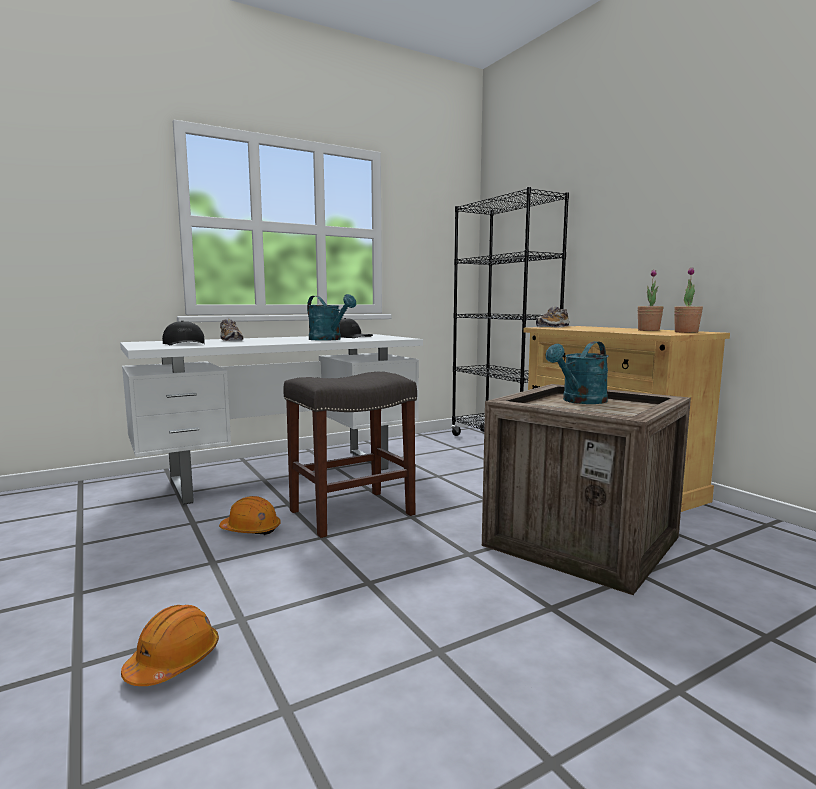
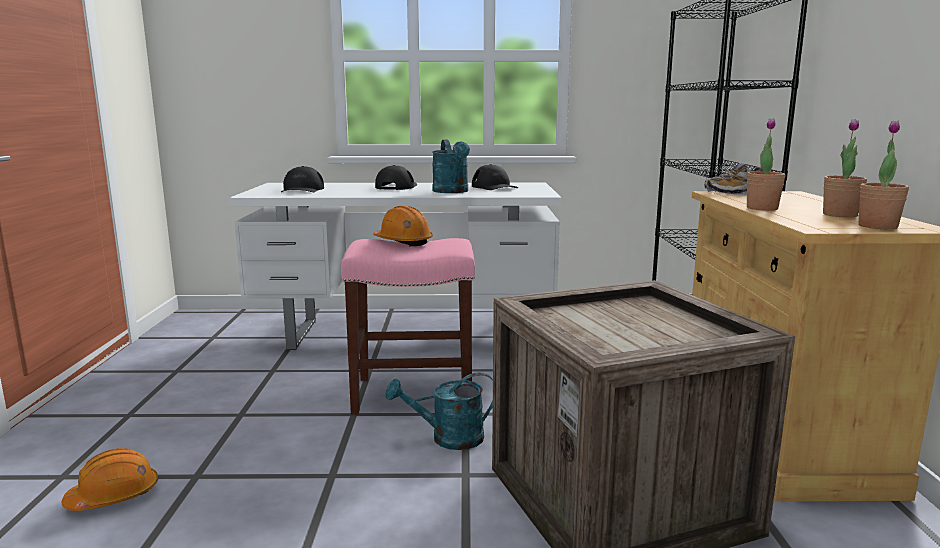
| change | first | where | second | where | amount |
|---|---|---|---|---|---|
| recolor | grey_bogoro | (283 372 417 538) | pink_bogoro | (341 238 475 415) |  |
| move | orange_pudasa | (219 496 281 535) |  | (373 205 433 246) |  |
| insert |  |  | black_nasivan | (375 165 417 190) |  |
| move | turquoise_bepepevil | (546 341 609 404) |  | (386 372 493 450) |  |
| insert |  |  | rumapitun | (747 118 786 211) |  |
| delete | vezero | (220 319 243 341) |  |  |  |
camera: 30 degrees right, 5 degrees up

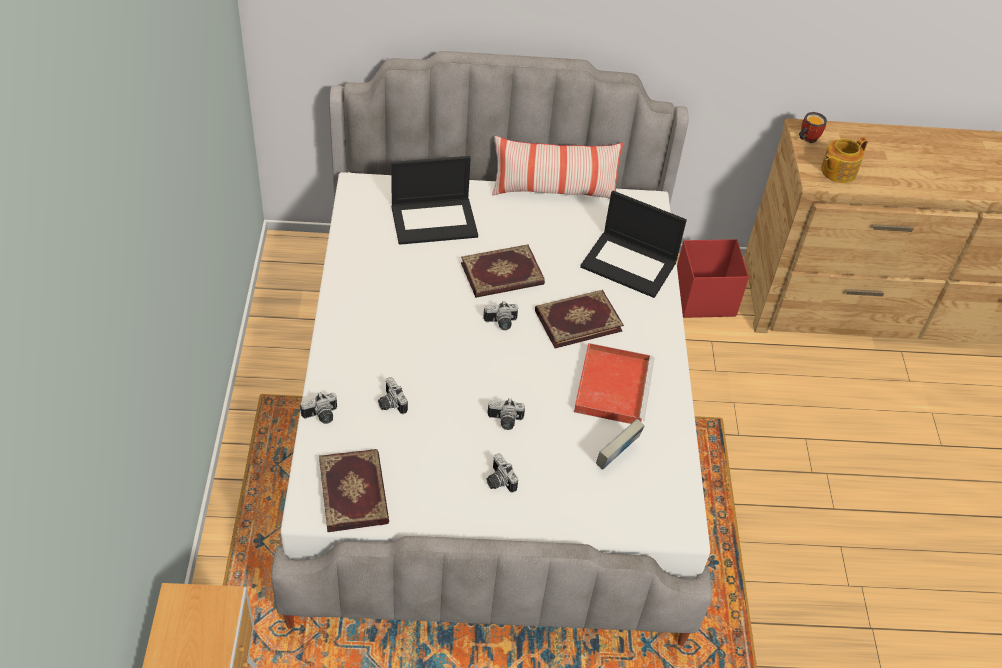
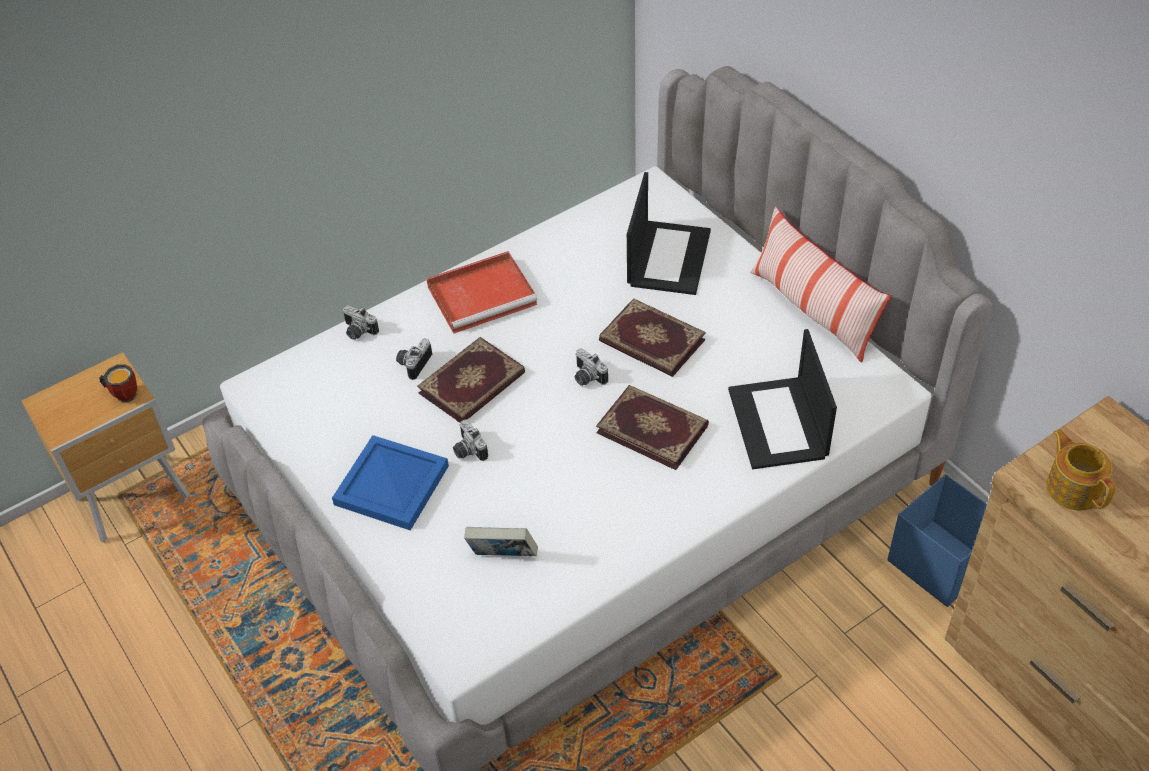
| change | first | where | second | where | amount |
|---|---|---|---|---|---|
| move | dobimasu | (799 112 827 143) |  | (99 364 137 403) |  |
| replace | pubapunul | (487 453 518 493) | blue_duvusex | (332 435 449 531) |  |
| move | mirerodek | (319 449 389 532) |  | (417 337 525 423) |  |
| move | red_duvusex | (574 343 654 424) |  | (426 251 537 334) |  |
| rotate | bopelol | (391 156 478 245) |  | (627 172 711 295) | 120 degrees counterclockwise |
| recolor | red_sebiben | (677 239 749 318) | blue_sebiben | (888 474 987 607) |  |
| rotate | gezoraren | (821 137 868 183) |  | (1046 429 1116 510) | 45 degrees clockwise |
camera: 60 degrees right, 0 degrees up

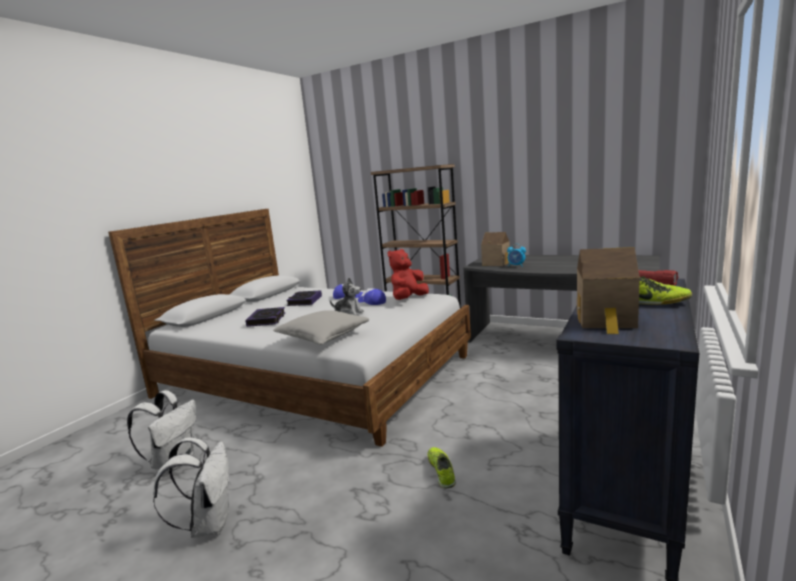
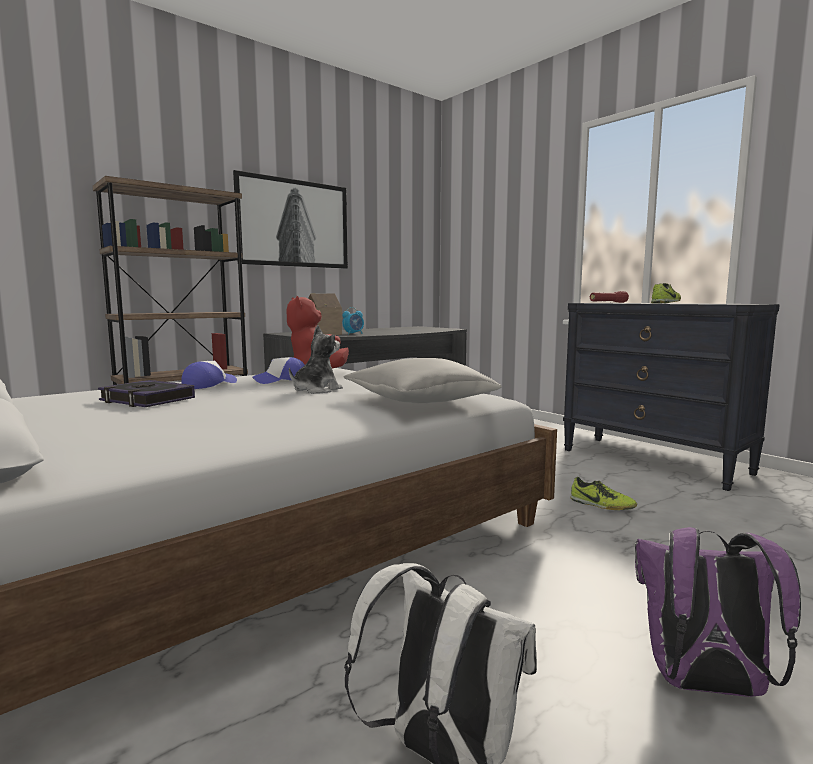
| change | first | where | second | where | amount |
|---|---|---|---|---|---|
| insert |  |  | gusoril | (233 170 348 268) |  |
| rotate | vezero | (428 447 456 488) |  | (571 477 637 510) | 150 degrees counterclockwise |
| recolor | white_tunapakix | (153 437 231 538) | purple_tunapakix | (635 527 801 697) |  |
| delete | mirerodek | (245 307 286 327) |  |  |  |
| delete | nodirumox | (577 247 640 334) |  |  |  |
camera: 70 degrees left, 5 degrees down

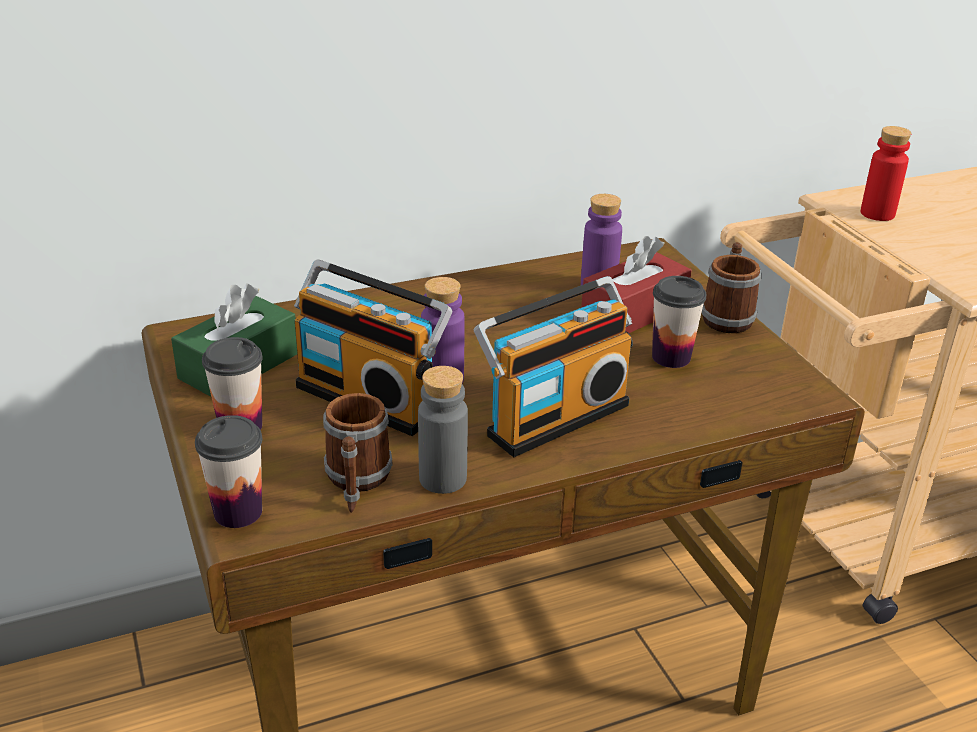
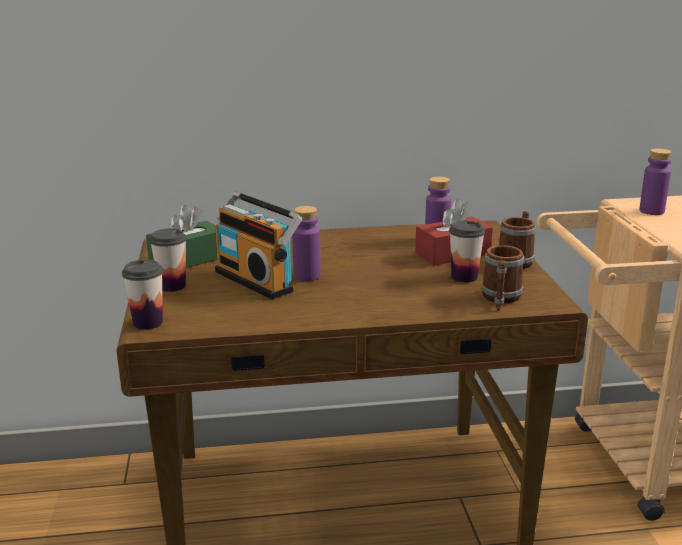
| change | first | where | second | where | amount |
|---|---|---|---|---|---|
| move | dobimasu | (323 393 392 513) |  | (481 245 525 311) |  |
| recolor | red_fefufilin | (860 126 912 221) | purple_fefufilin | (639 148 671 215) |  |
| delete | grey_fefufilin | (418 366 468 494) |  |  |  |
| delete | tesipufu | (474 276 633 457) |  |  |  |
camera: 15 degrees right, 10 degrees down

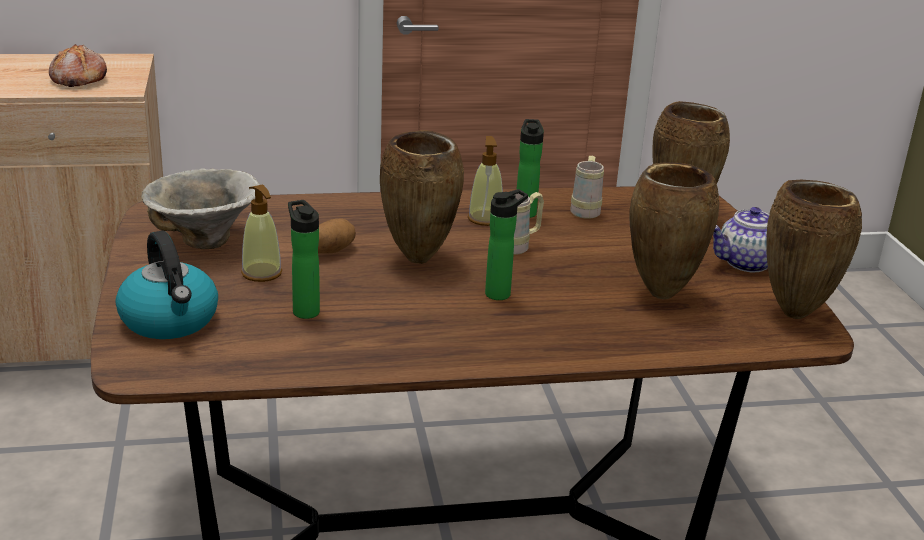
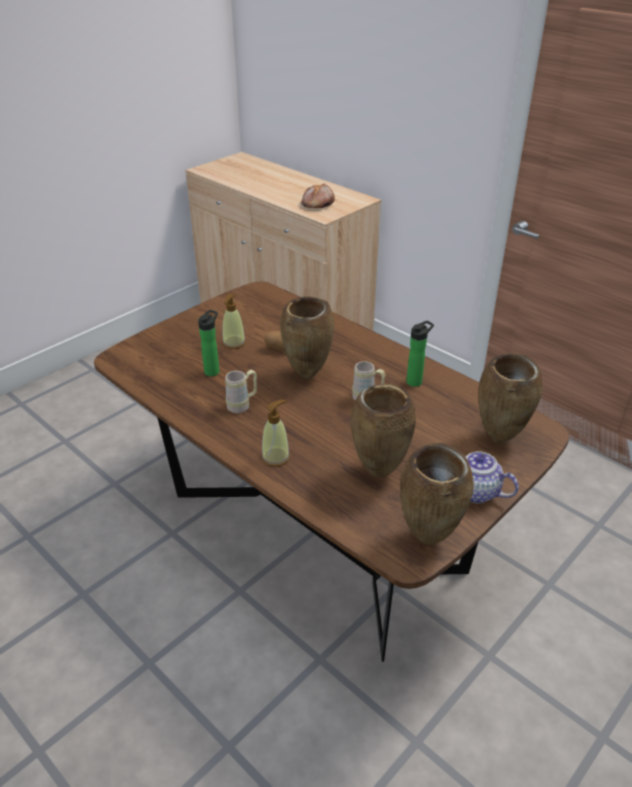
| change | first | where | second | where | amount |
|---|---|---|---|---|---|
| move | beige_dobimasu | (570 156 604 219) |  | (225 370 257 413) |  |
| move | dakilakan | (468 136 503 226) |  | (261 400 290 467) |  |
| delete | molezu | (116 231 218 339) |  |  |  |
| delete | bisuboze | (141 169 260 249) |  |  |  |
| delete | fefufilin | (485 189 528 300) |  |  |  |
camera: 55 degrees right, 10 degrees up

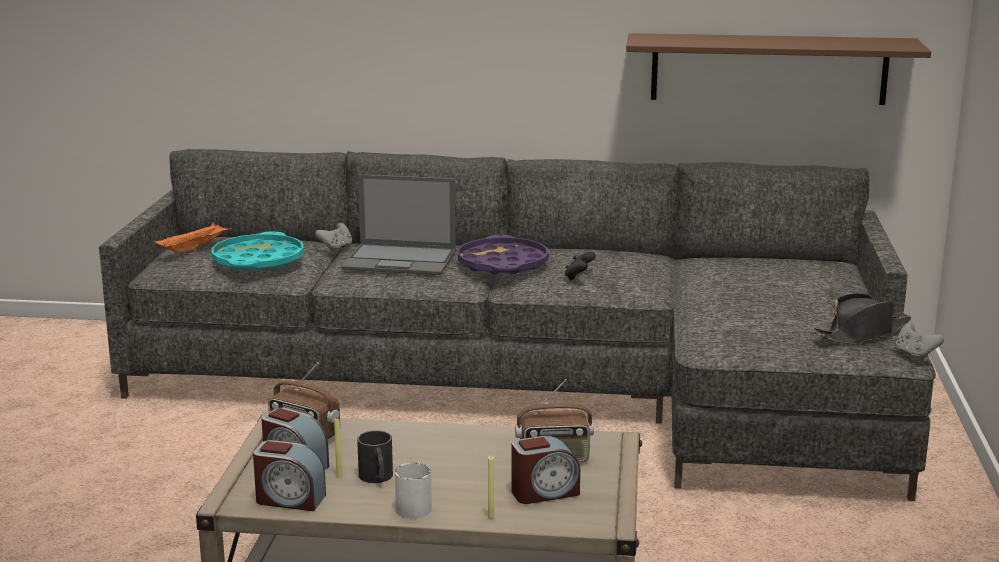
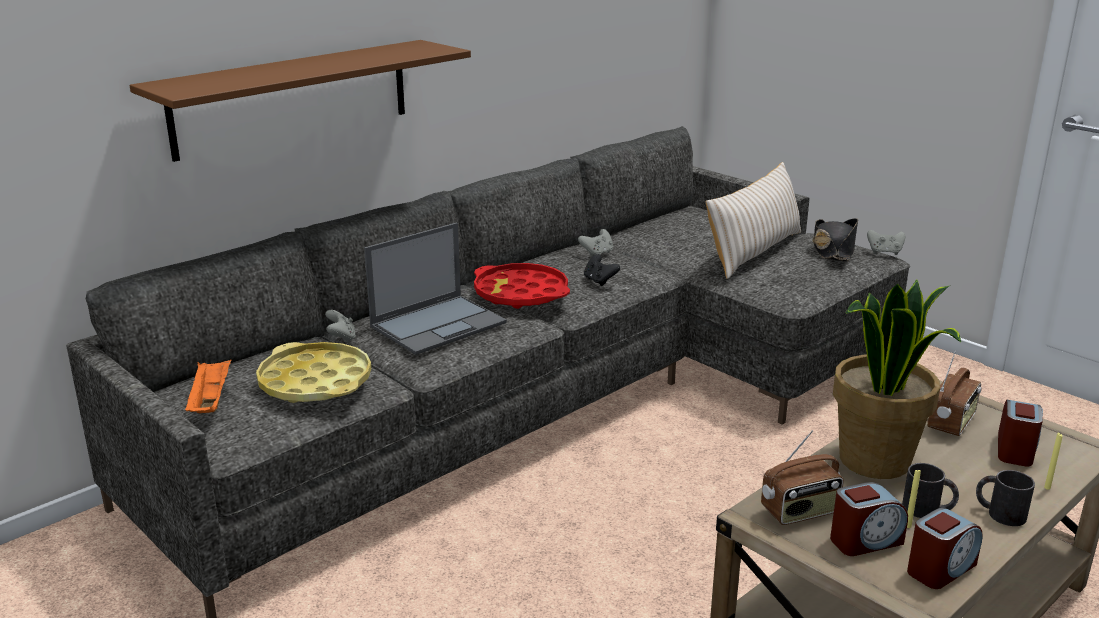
| change | first | where | second | where | amount |
|---|---|---|---|---|---|
| move | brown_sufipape | (626 33 931 105) |  | (129 40 471 162) |  |
| recolor | turquoise_duvusex | (212 231 304 271) | yellow_duvusex | (256 342 371 403) |  |
| recolor | purple_duvusex | (458 235 549 274) | red_duvusex | (474 263 570 309) |  |
| insert |  |  | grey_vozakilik | (578 229 613 257) |  |
| insert |  |  | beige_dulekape | (706 162 801 279) |  |
| insert |  |  | rumapitun | (833 279 961 479) |  |
| recolor | white_dobimasu | (395 463 432 519) | black_dobimasu | (976 470 1035 526) |  |
camera: 50 degrees left, 5 degrees up

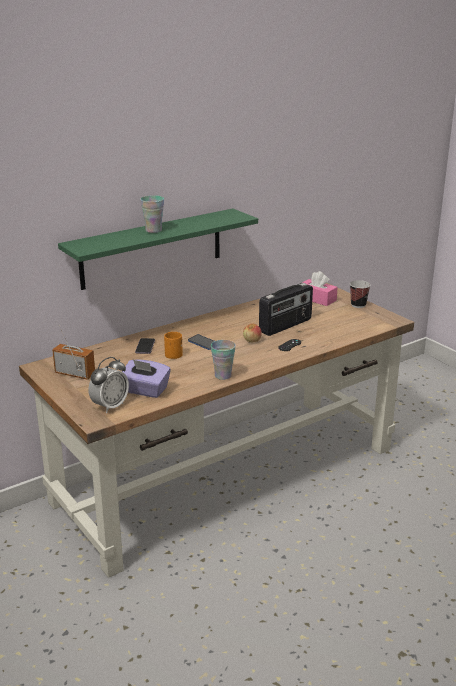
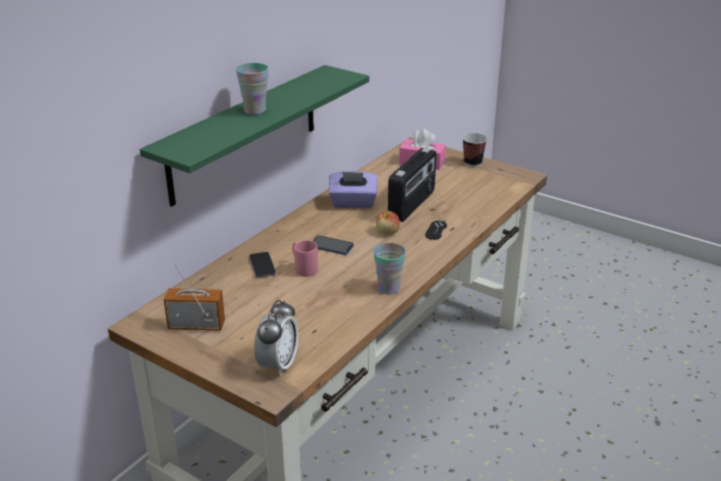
| change | first | where | second | where | amount |
|---|---|---|---|---|---|
| recolor | orange_dobimasu | (164 332 183 359) | pink_dobimasu | (293 240 318 277) |  |
| move | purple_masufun | (122 359 171 398) |  | (329 171 378 208) |  |
camera: 20 degrees left, 5 degrees up

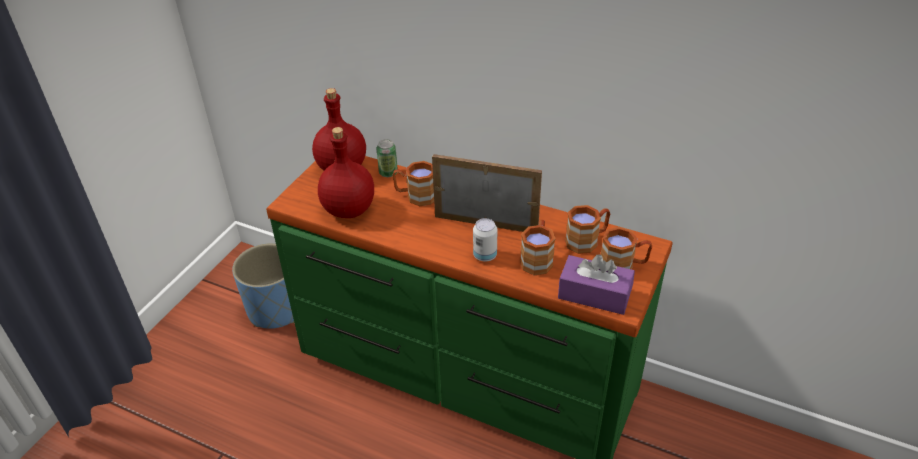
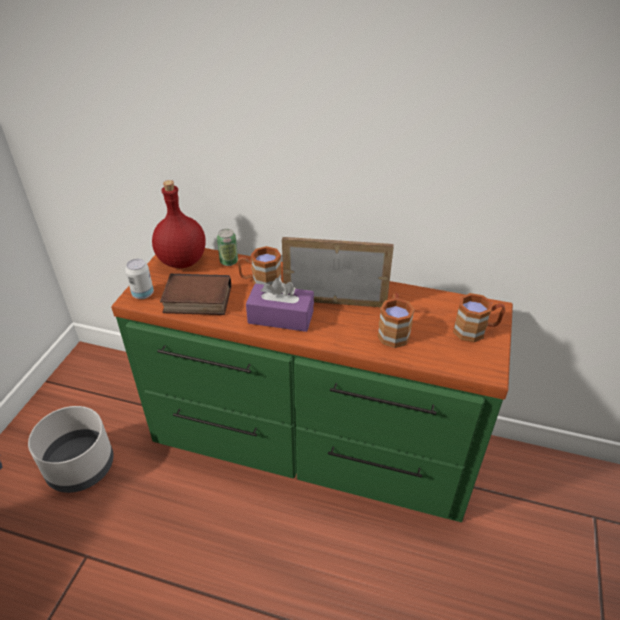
| change | first | where | second | where | amount |
|---|---|---|---|---|---|
| insert |  |  | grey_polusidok | (28 406 113 493) |  |
| move | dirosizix | (473 218 497 262) |  | (125 259 154 299) |  |
| replace | red_fefufilin | (318 127 374 218) | mirerodek | (160 274 231 315) |  |
| move | purple_masufun | (558 254 635 315) |  | (246 278 314 332) |  |
| delete | blue_polusidok | (232 243 294 329) |  |  |  |
| delete | brown_dobimasu | (565 205 610 254) |  |  |  |
camera: 10 degrees left, 0 degrees up

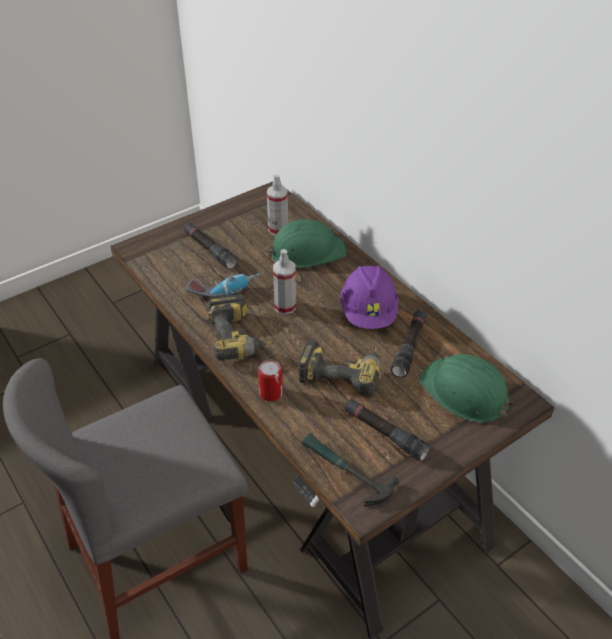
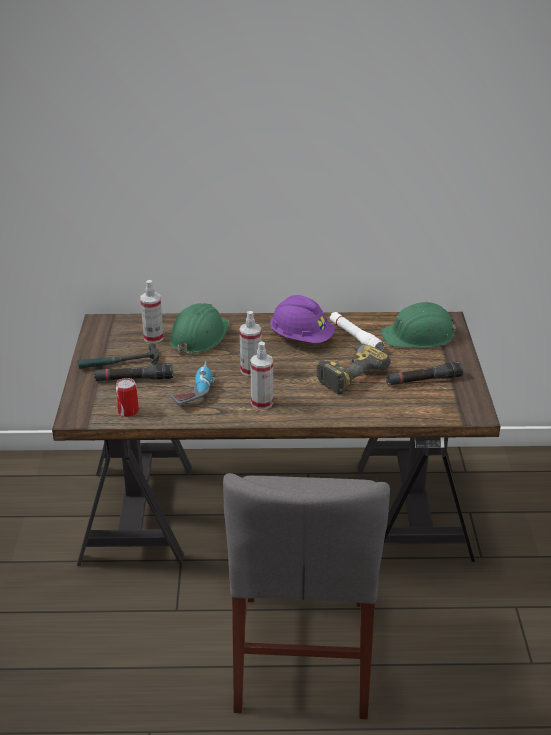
| change | first | where | second | where | amount |
|---|---|---|---|---|---|
| move | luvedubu | (302 433 399 506) |  | (78 343 159 369) |  |
| move | dirosizix | (258 360 283 401) |  | (115 378 139 417) |  |
| replace | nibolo | (208 294 275 361) | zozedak | (250 341 273 410) |  |
| recolor | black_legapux | (391 310 426 377) | white_legapux | (330 312 384 351) |  |
camera: 55 degrees left, 10 degrees down

